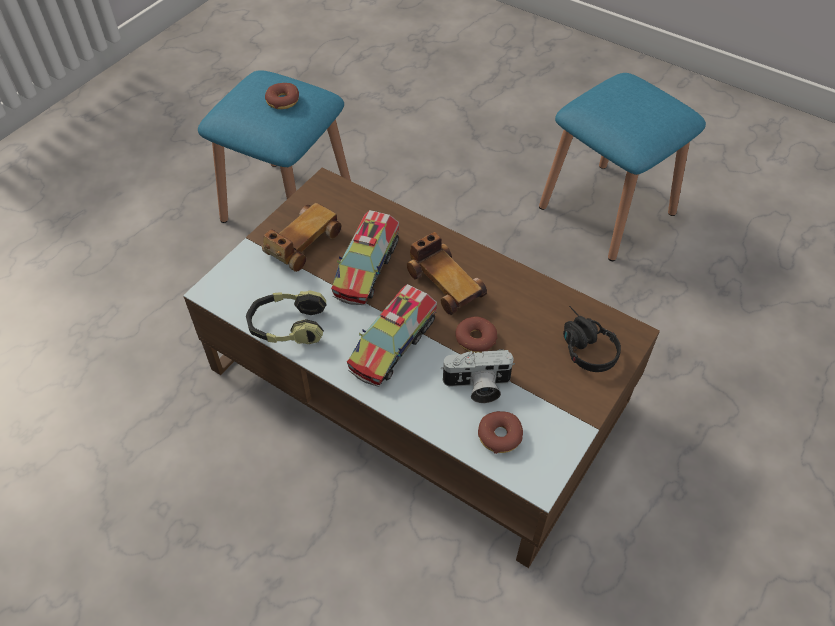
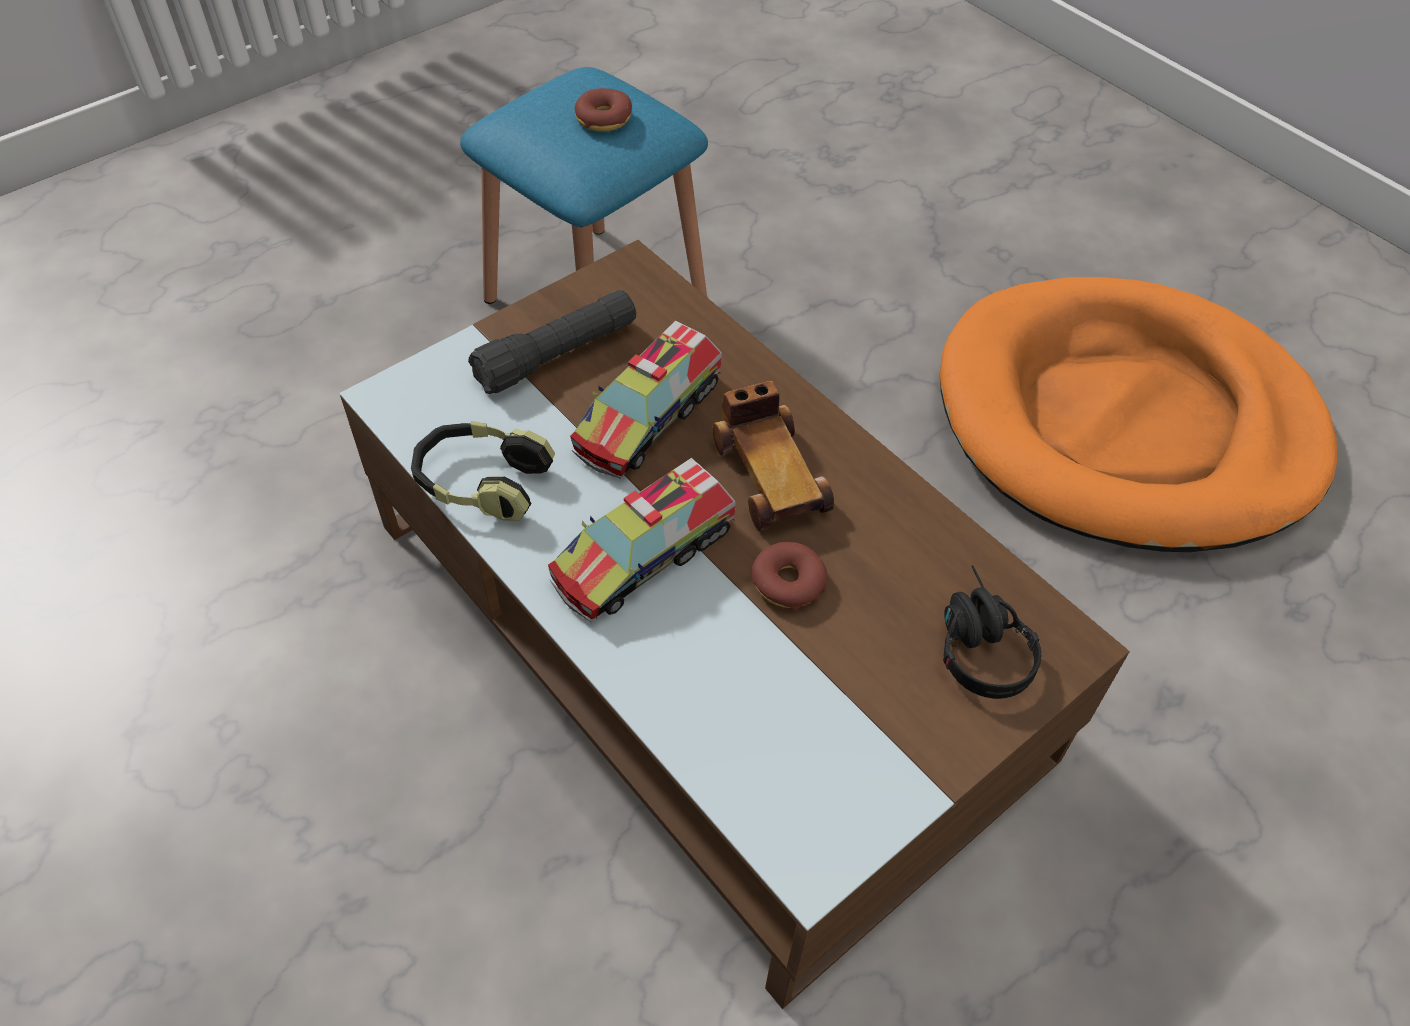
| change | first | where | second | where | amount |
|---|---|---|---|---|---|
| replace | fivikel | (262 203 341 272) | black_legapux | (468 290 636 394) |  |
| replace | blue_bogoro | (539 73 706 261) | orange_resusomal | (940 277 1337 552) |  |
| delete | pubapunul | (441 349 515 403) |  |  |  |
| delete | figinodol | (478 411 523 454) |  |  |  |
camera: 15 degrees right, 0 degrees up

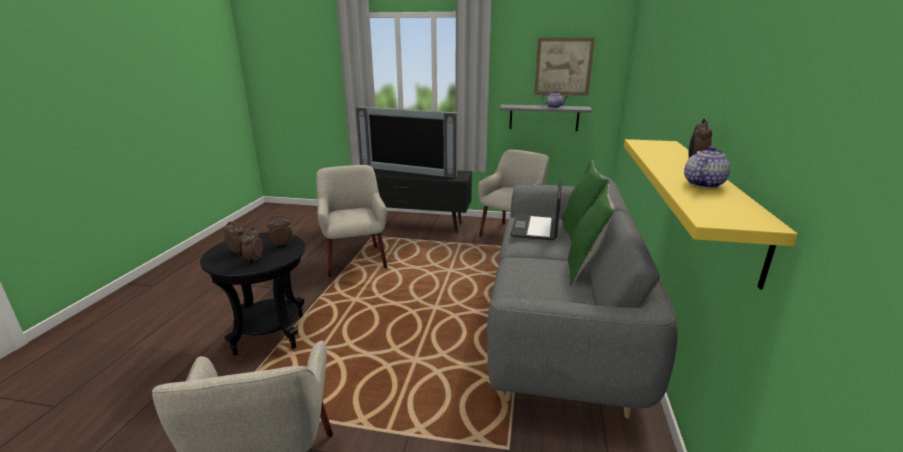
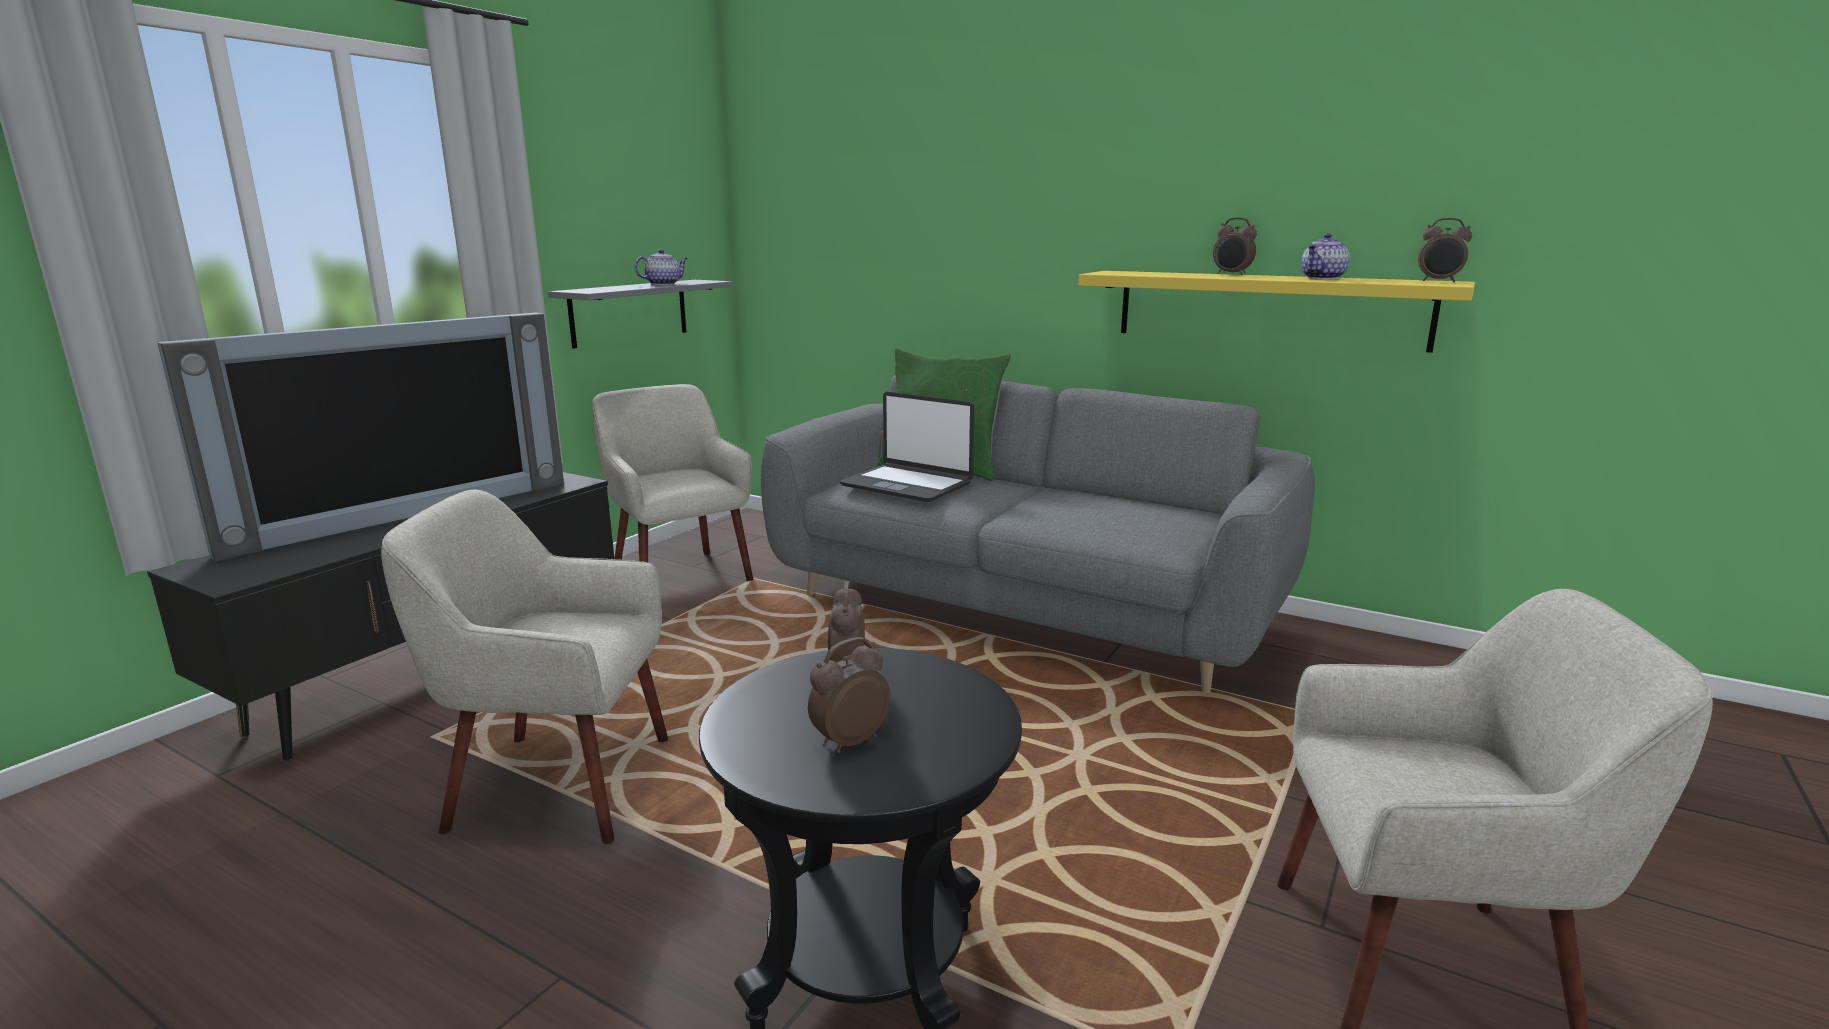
| change | first | where | second | where | amount |
|---|---|---|---|---|---|
| rotate | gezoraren | (684 146 730 188) |  | (1301 233 1350 280) | 105 degrees counterclockwise |
| move | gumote | (241 227 263 263) |  | (1418 218 1472 282) |  |
| delete | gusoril | (534 38 595 96) |  |  |  |
| delete | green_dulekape | (568 184 616 285) |  |  |  |
camera: 70 degrees left, 5 degrees down

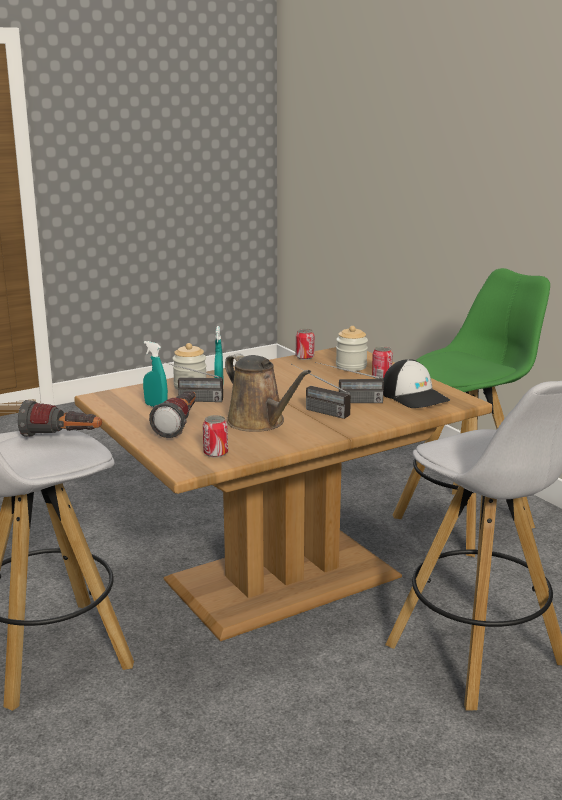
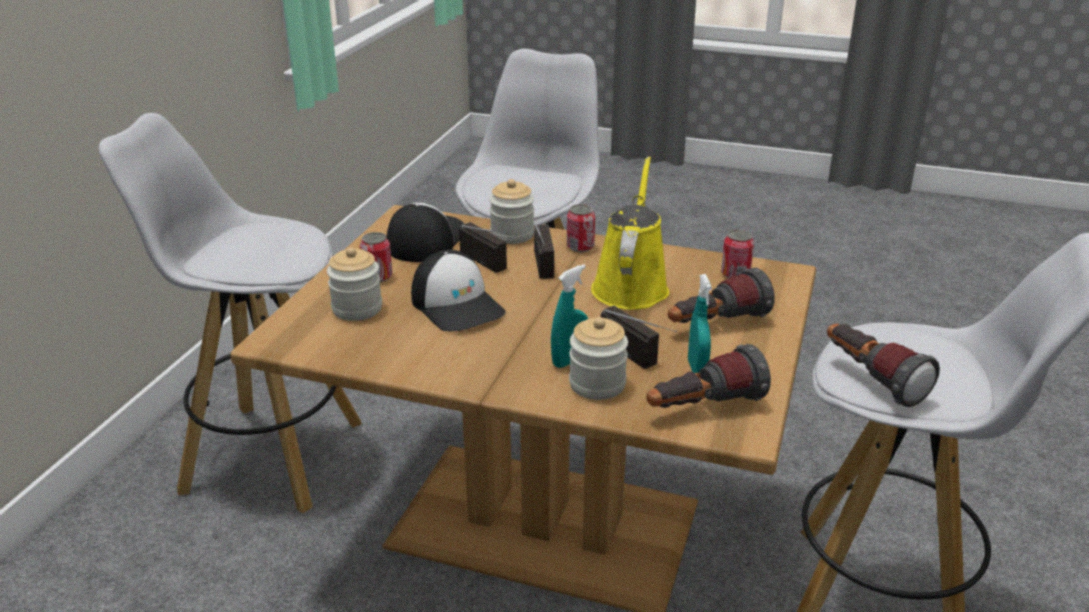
| change | first | where | second | where | amount |
|---|---|---|---|---|---|
| recolor | green_bogoro | (393 268 550 557) | white_bogoro | (99 113 362 513) |  |
| insert |  |  | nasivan | (411 250 506 331) |  |
| insert |  |  | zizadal | (489 179 534 244) |  |
| move | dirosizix | (296 328 314 360) |  | (567 204 595 252) |  |
| recolor | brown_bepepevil | (225 353 311 432) | yellow_bepepevil | (591 156 669 310) |  |
| insert |  |  | legapux | (646 344 771 408) |  |
camera: 130 degrees left, 10 degrees up

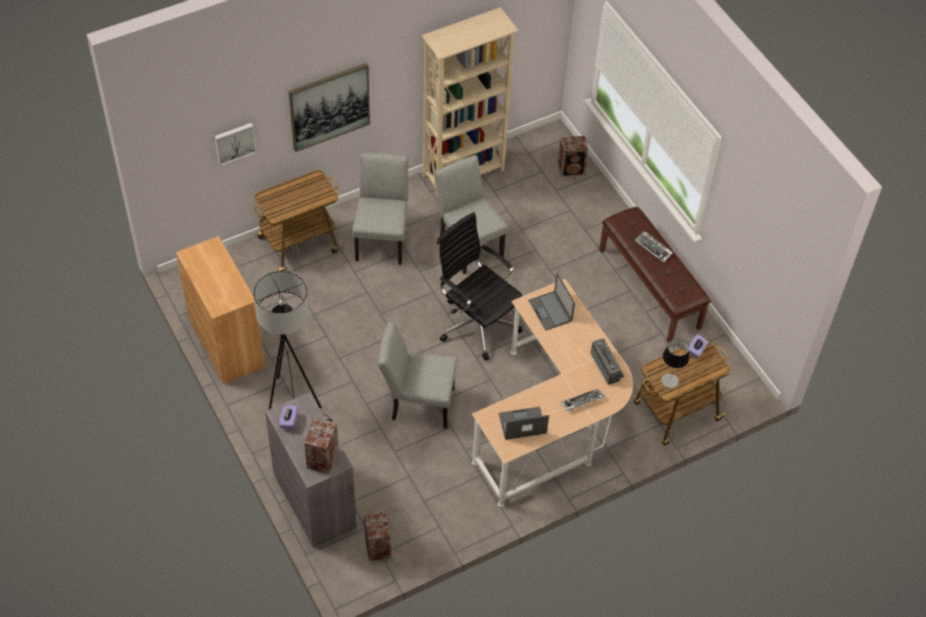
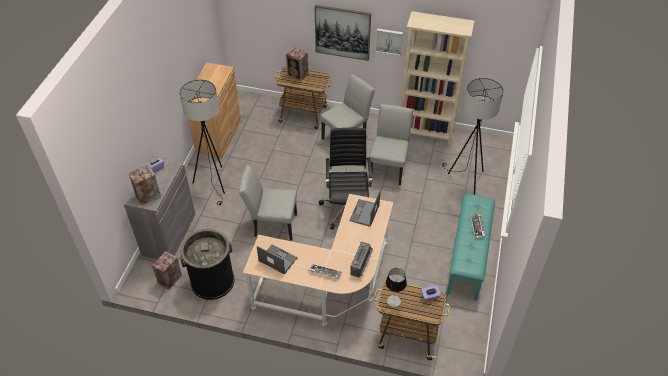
| change | first | where | second | where | amount |
|---|---|---|---|---|---|
| insert |  |  | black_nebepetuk | (180 229 235 300) |  |
| rotate | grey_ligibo | (378 322 457 429) |  | (239 165 297 241) | 45 degrees counterclockwise |
| move | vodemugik | (558 136 588 177) |  | (286 47 308 81) |  |
| move | gusoril | (214 123 256 166) |  | (376 28 403 56) |  |
| insert |  |  | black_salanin | (442 78 503 195) |  |
| recolor | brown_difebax | (599 207 711 343) | turquoise_difebax | (446 194 495 300) |  |
camera: 45 degrees right, 5 degrees down

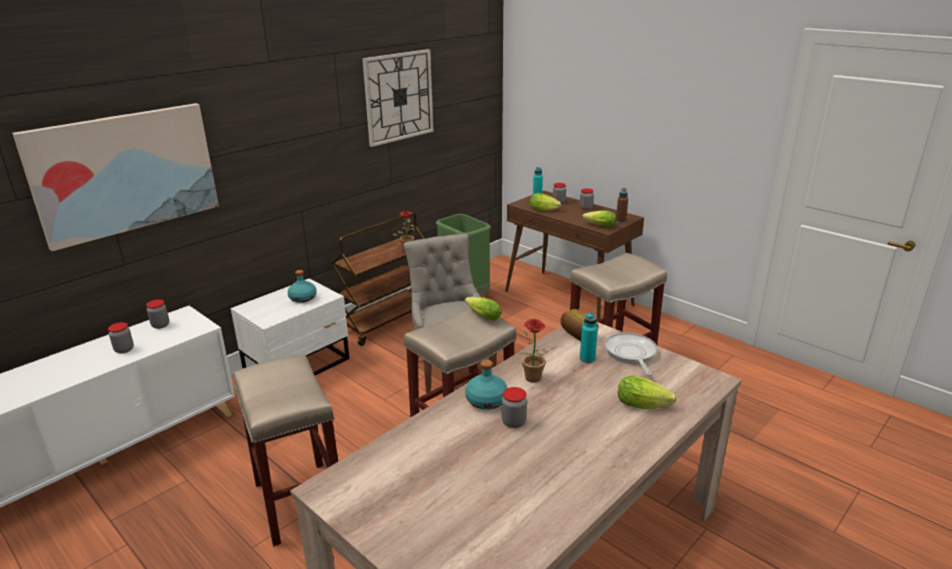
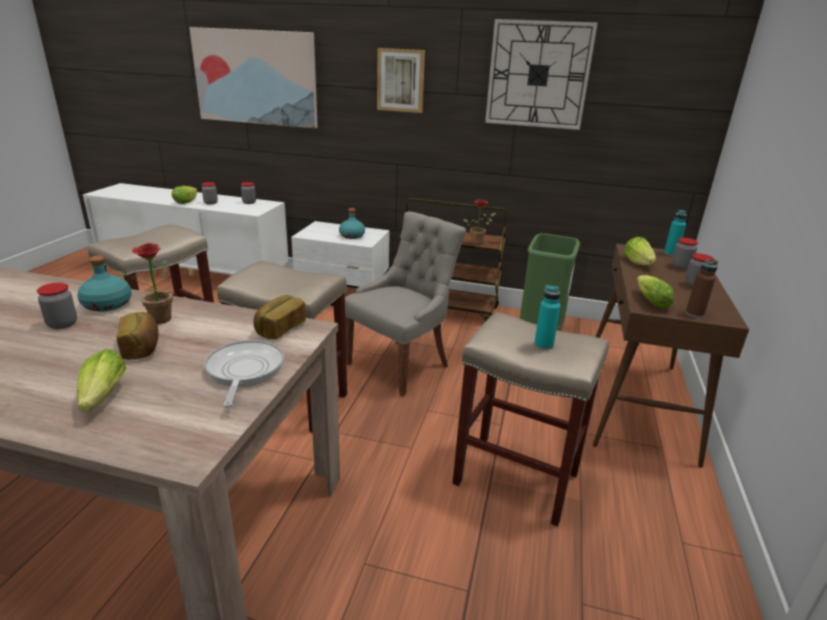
| change | first | where | second | where | amount |
|---|---|---|---|---|---|
| insert |  |  | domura | (116 312 158 360) |  |
| move | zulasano | (465 297 501 320) |  | (172 186 198 204) |  |
| rotate | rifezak | (605 333 657 376) |  | (204 340 284 407) | 60 degrees counterclockwise |
| insert |  |  | gusoril | (377 48 425 113) |  |
| move | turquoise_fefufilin | (580 312 598 363) |  | (534 285 561 350) |  |
camera: 60 degrees right, 0 degrees up

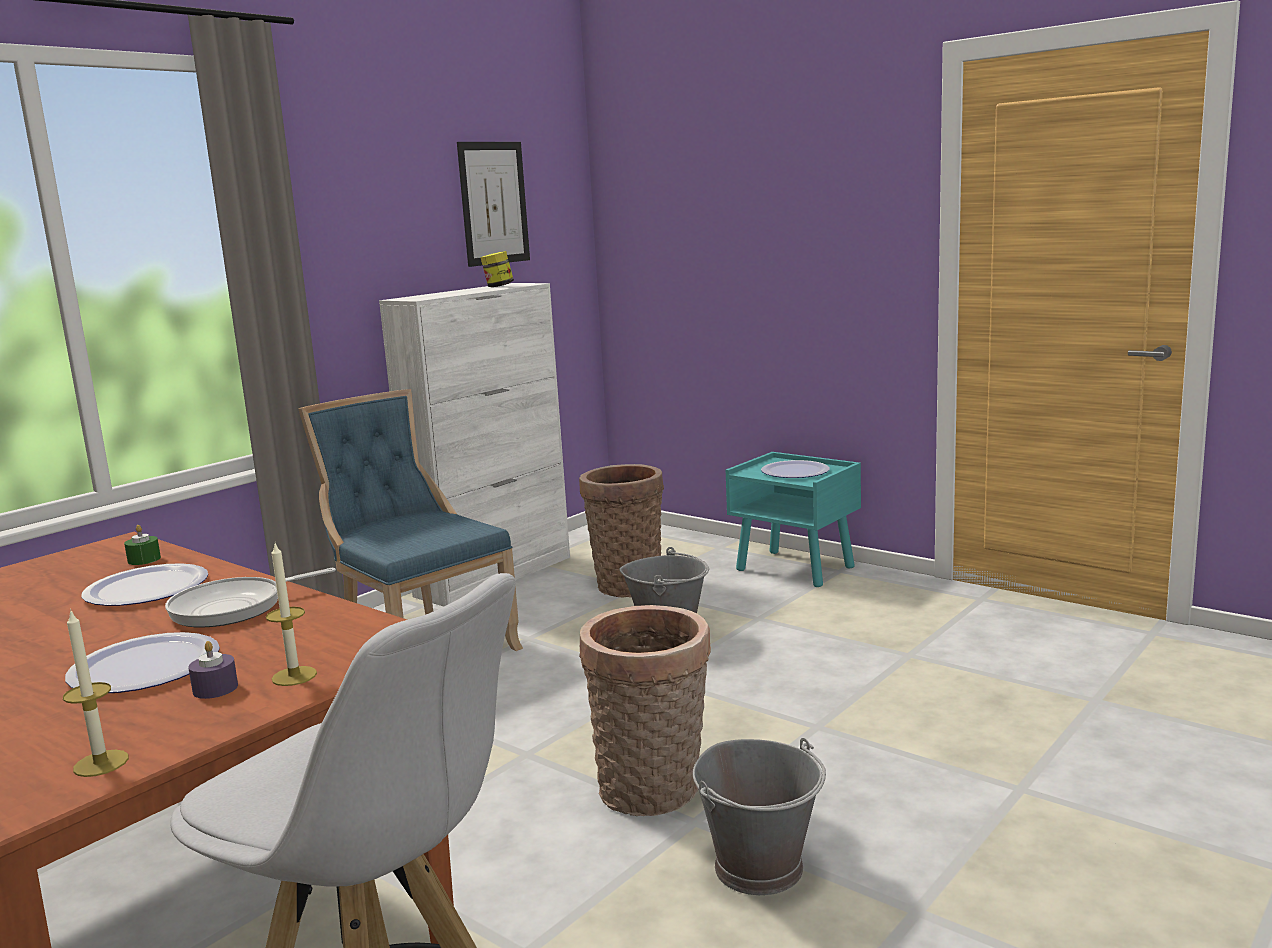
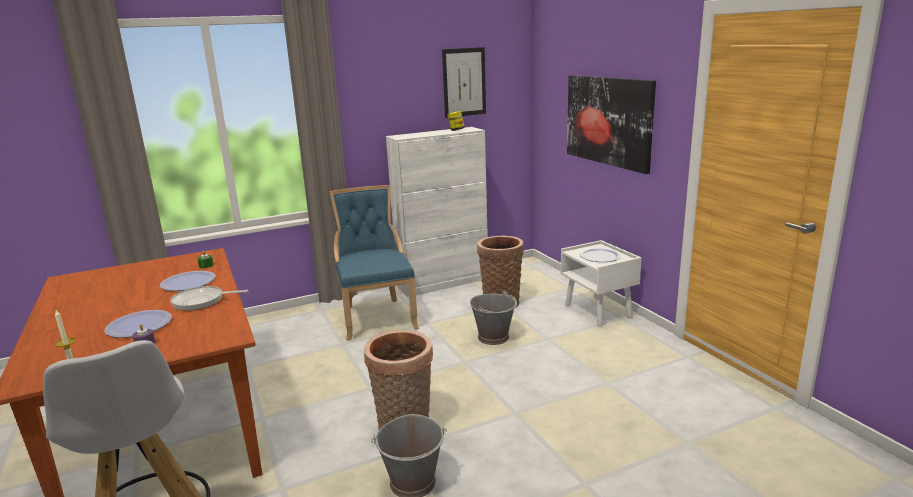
| change | first | where | second | where | amount |
|---|---|---|---|---|---|
| recolor | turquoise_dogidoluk | (726 452 861 587) | white_dogidoluk | (561 240 642 327) |  |
| insert |  |  | gusoril | (567 75 656 174) |  |
| delete | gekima | (266 544 317 686) |  |  |  |
camera: 25 degrees right, 5 degrees up

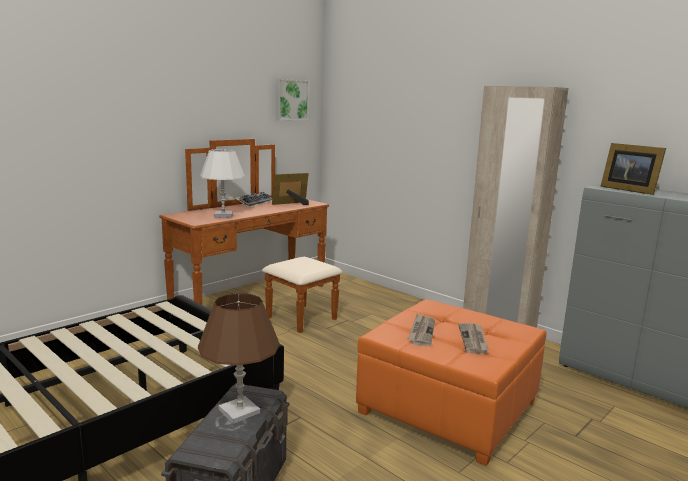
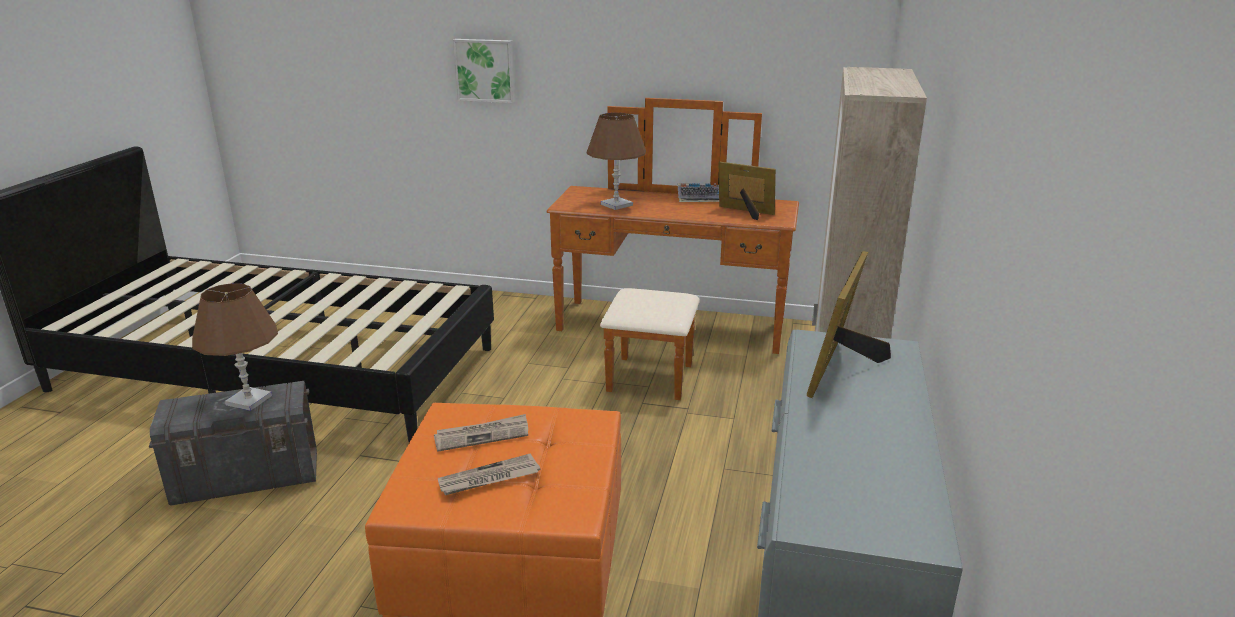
| change | first | where | second | where | amount |
|---|---|---|---|---|---|
| move | gusoril | (276 79 309 121) |  | (453 39 515 103) |  |
| recolor | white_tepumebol | (200 149 245 217) | brown_tepumebol | (586 113 646 210) |  |
camera: 60 degrees right, 10 degrees up

